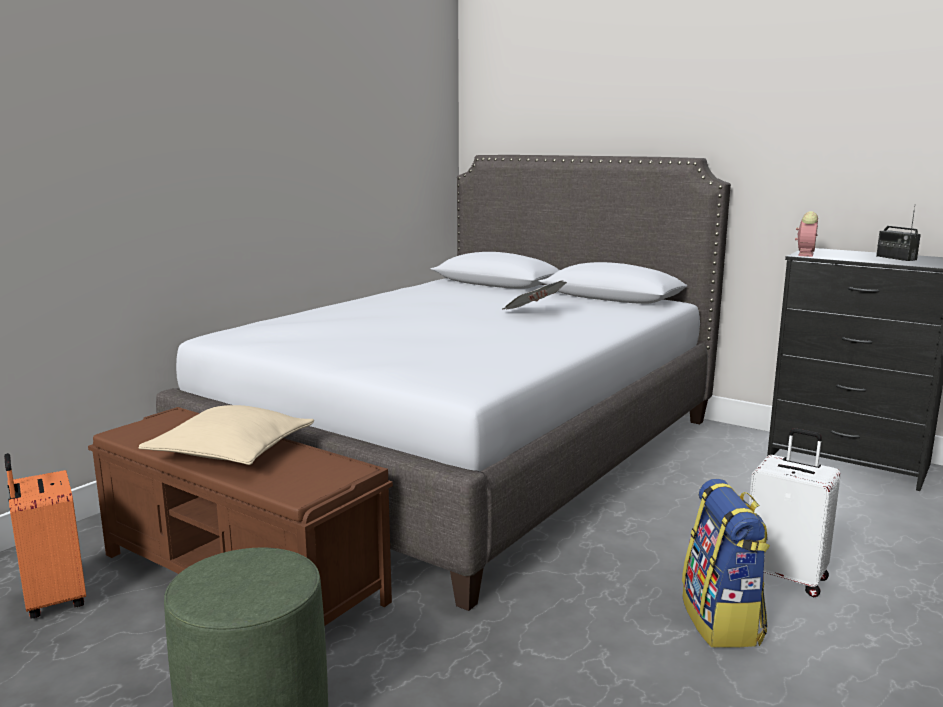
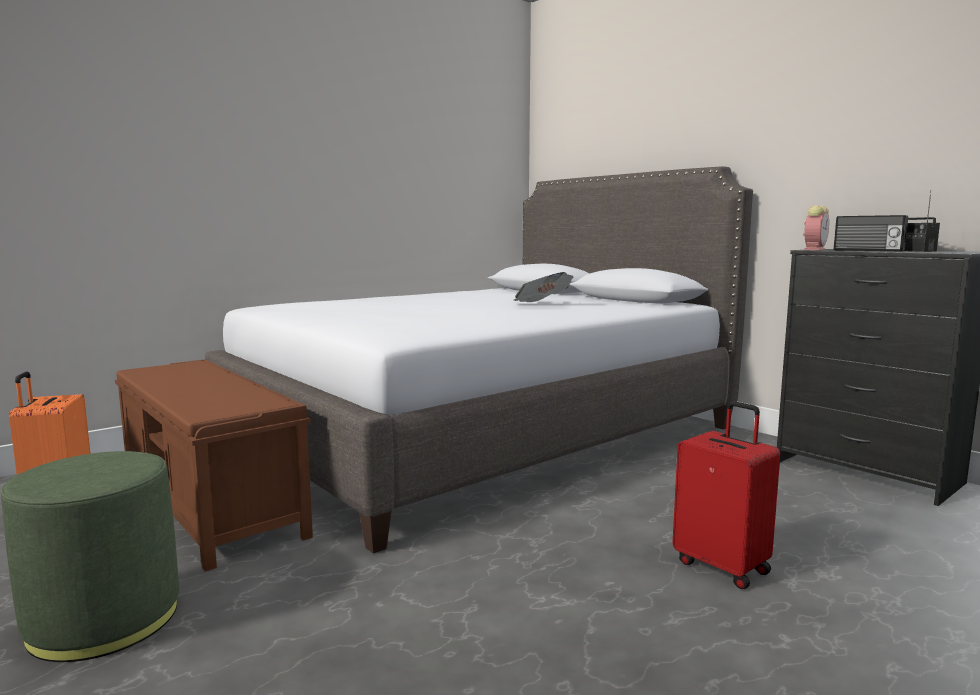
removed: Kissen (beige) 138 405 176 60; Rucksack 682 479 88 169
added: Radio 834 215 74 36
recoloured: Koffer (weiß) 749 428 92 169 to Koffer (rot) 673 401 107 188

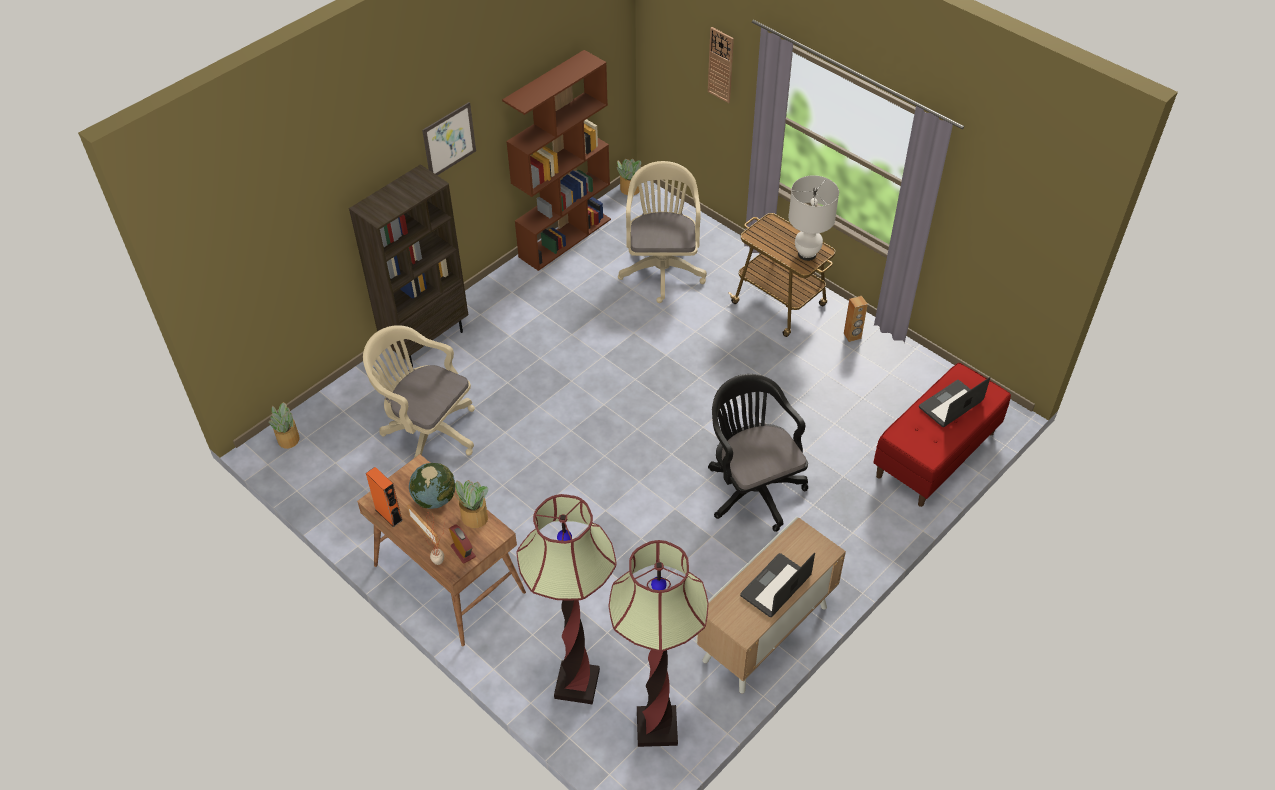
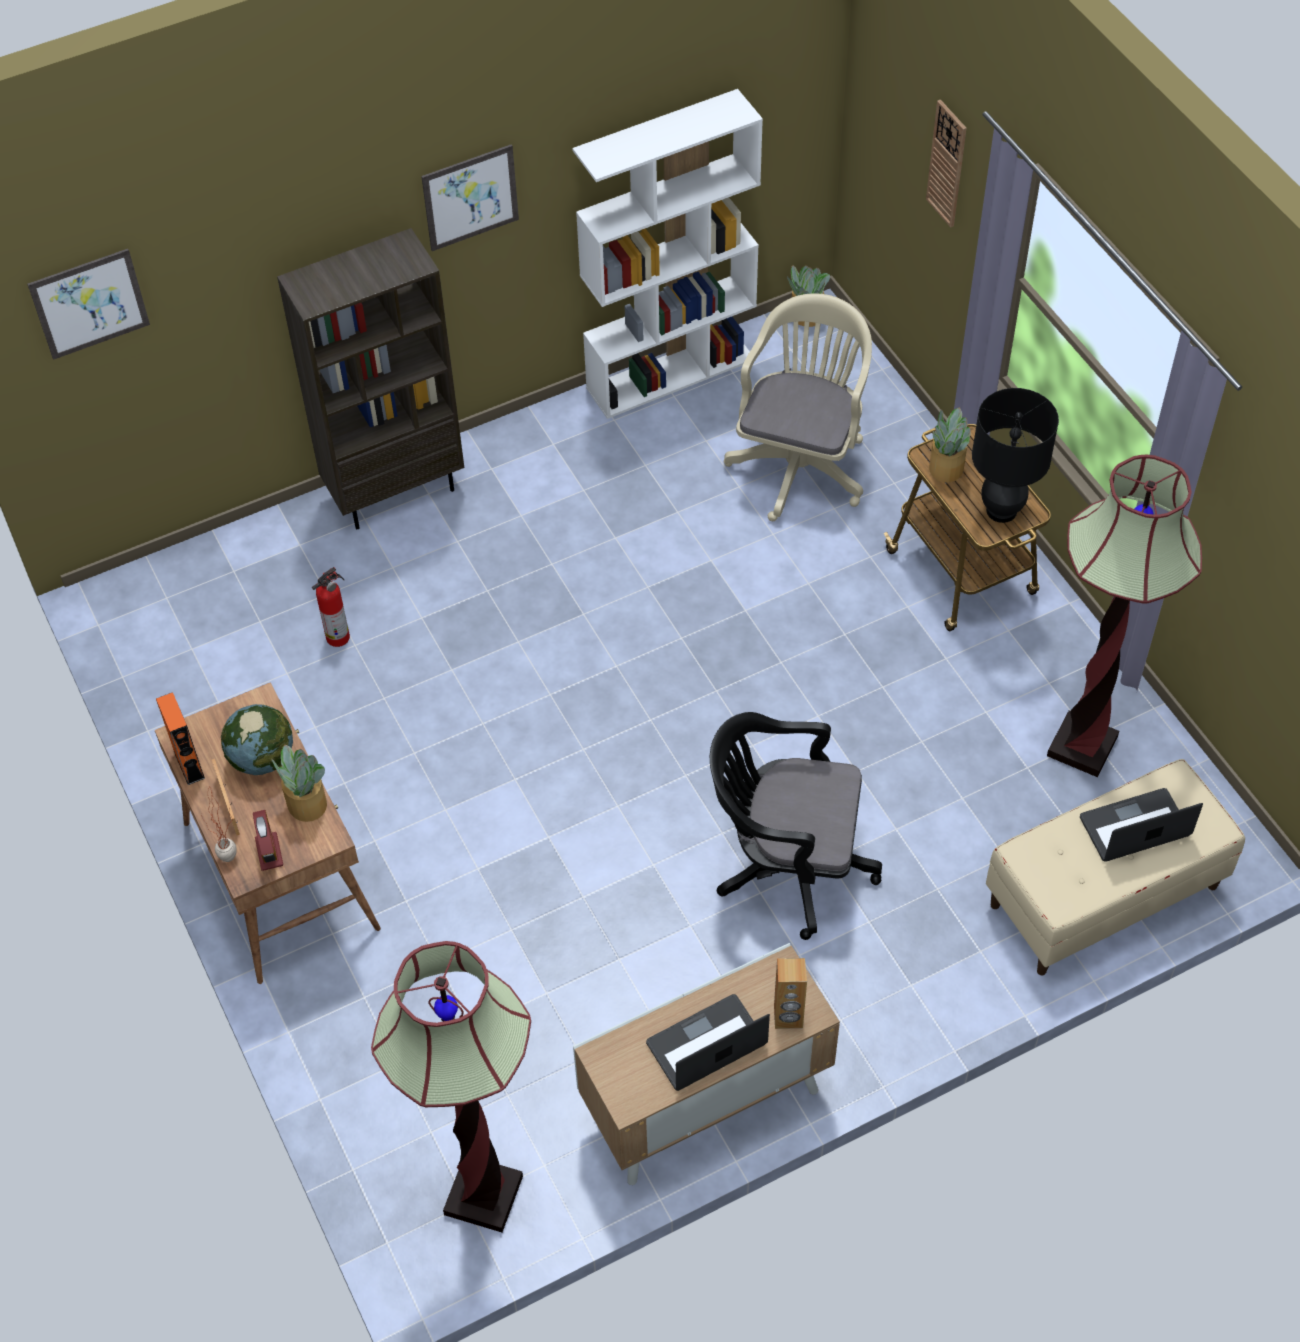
added: Bild 27 249 123 111
moved: Topfpflanze 269 402 31 47 to 929 408 42 74; Stehlampe 516 494 101 210 to 1047 455 155 322; Lautsprecher (braun) 844 296 24 46 to 774 958 33 71
replaced: Bürostuhl (beige) 363 325 112 133 to Feuerlöscher 312 567 38 80
recoloured: Bücherregal (braun) 502 50 109 221 to Bücherregal (weiß) 572 89 191 330; Tischlampe (weiß) 788 175 51 86 to Tischlampe (schwarz) 972 388 87 135; Bank (rot) 873 363 138 144 to Bank (beige) 986 759 259 216
turned: Bürostuhl (schwarz) 708 374 100 158 = 710 712 172 228 75 degrees counterclockwise

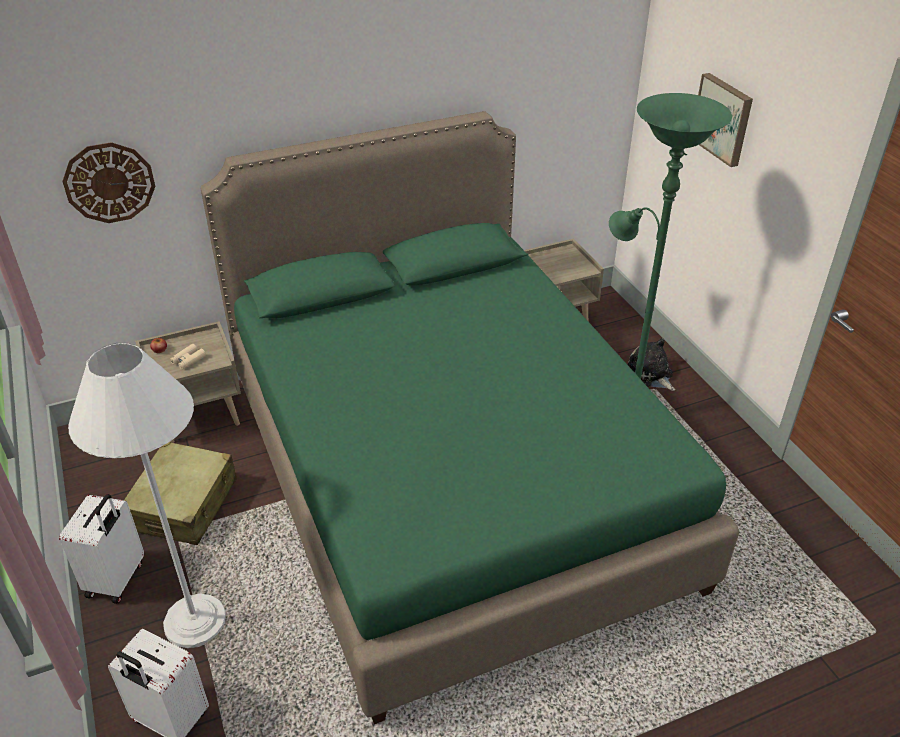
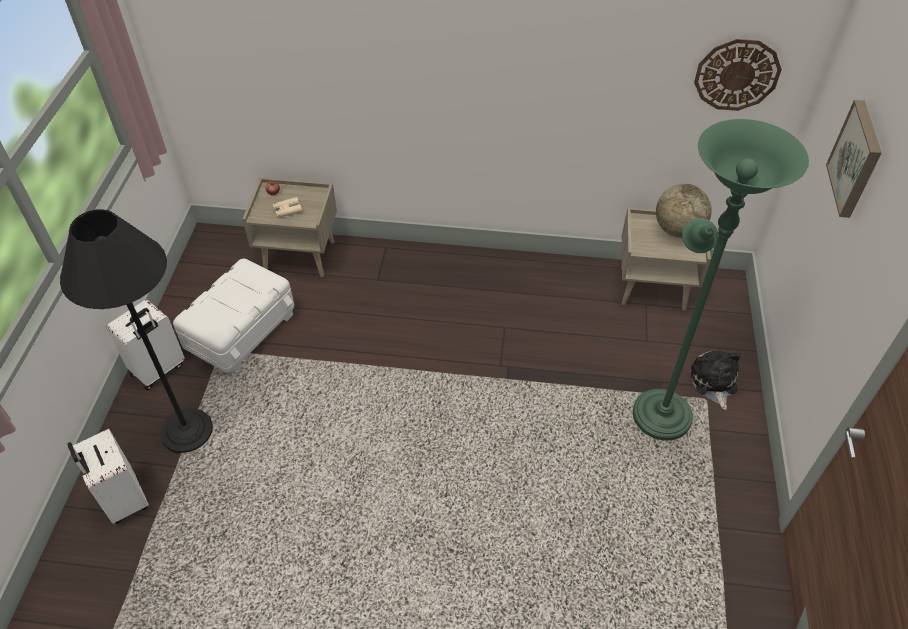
removed: Bett (grün) 201 111 538 613
added: Globus 656 184 56 54
moved: Wanduhr 62 142 93 81 to 694 39 88 72
replaced: Koffer (beige) 124 442 113 103 to Aufbewahrungsbox (weiß) 173 259 121 114
recoloured: Stehlampe (weiß) 68 343 158 305 to Stehlampe (schwarz) 60 210 153 244

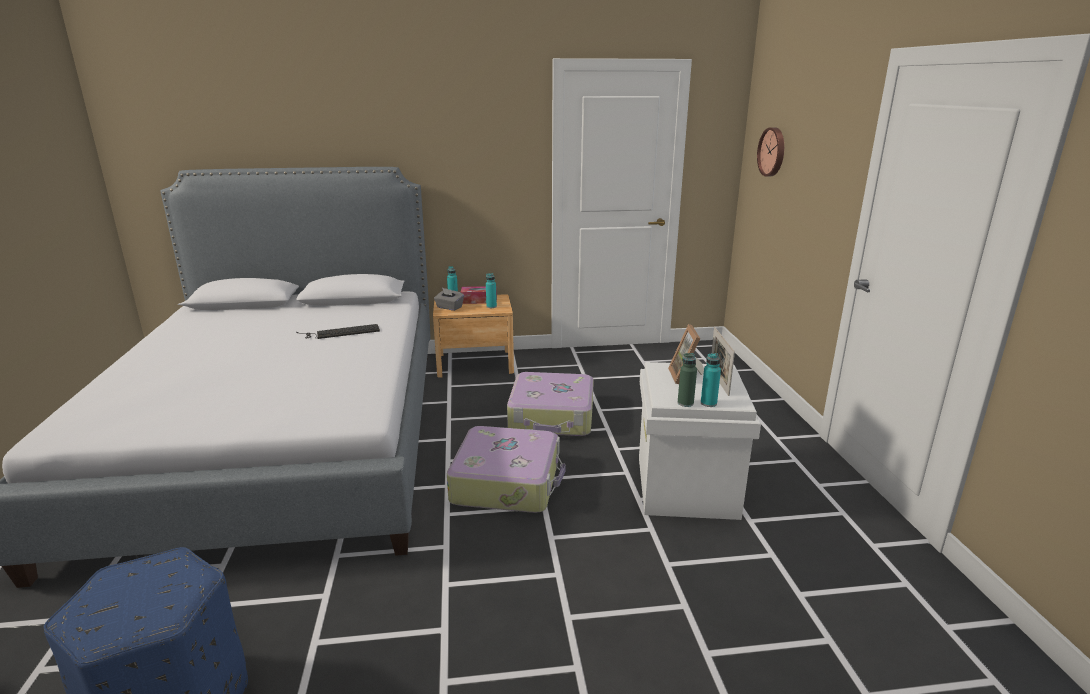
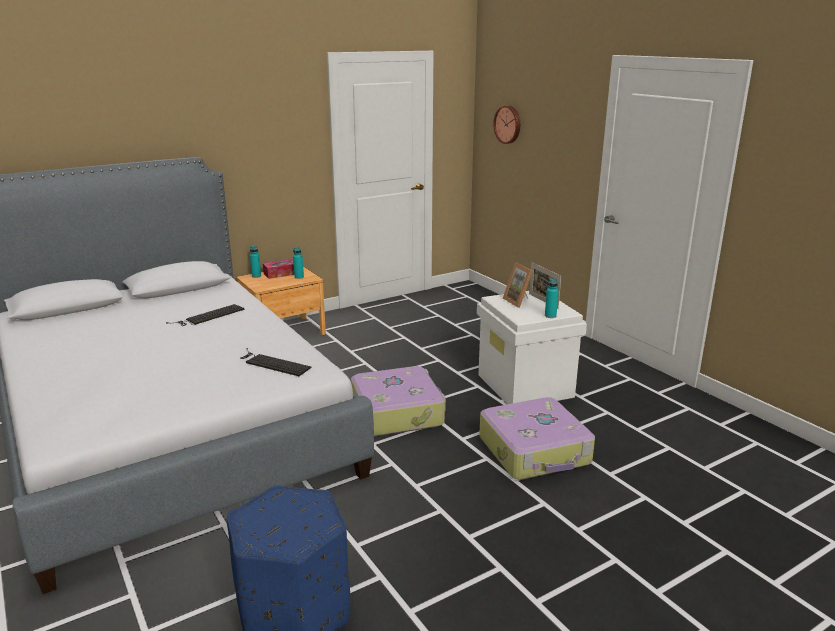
removed: Taschentuchbox (grau) 434 288 30 23; Flasche (grün) 677 353 20 54
added: Tastatur 240 348 72 28
moved: Koffer 507 372 87 64 to 479 397 116 83

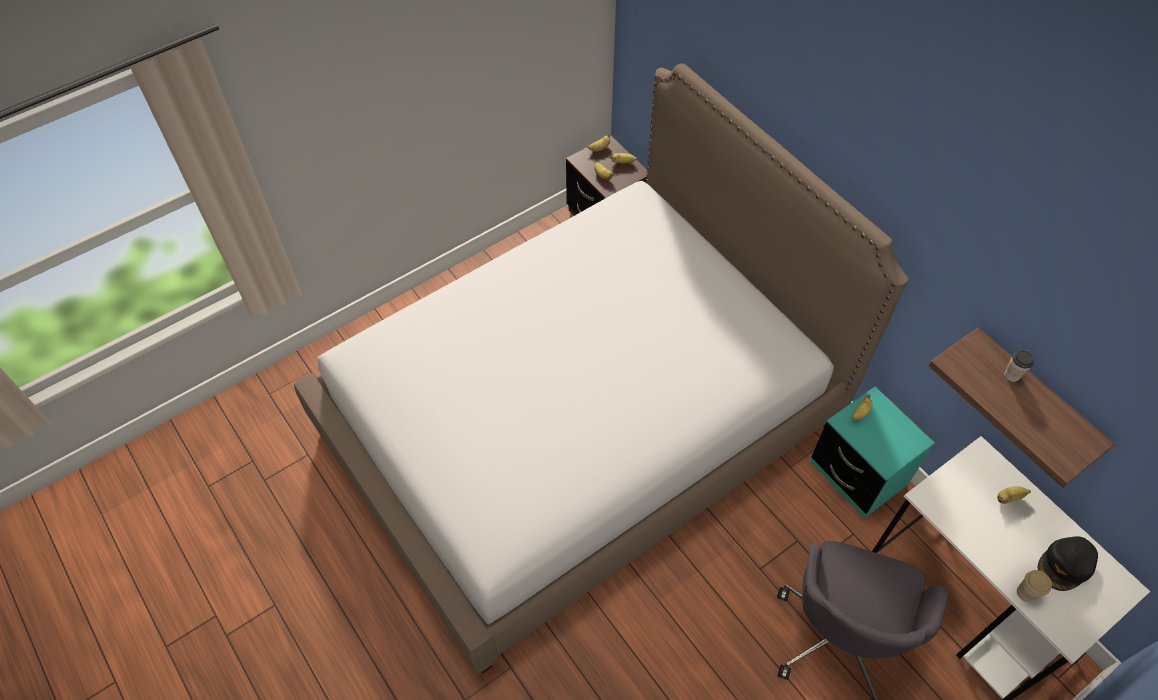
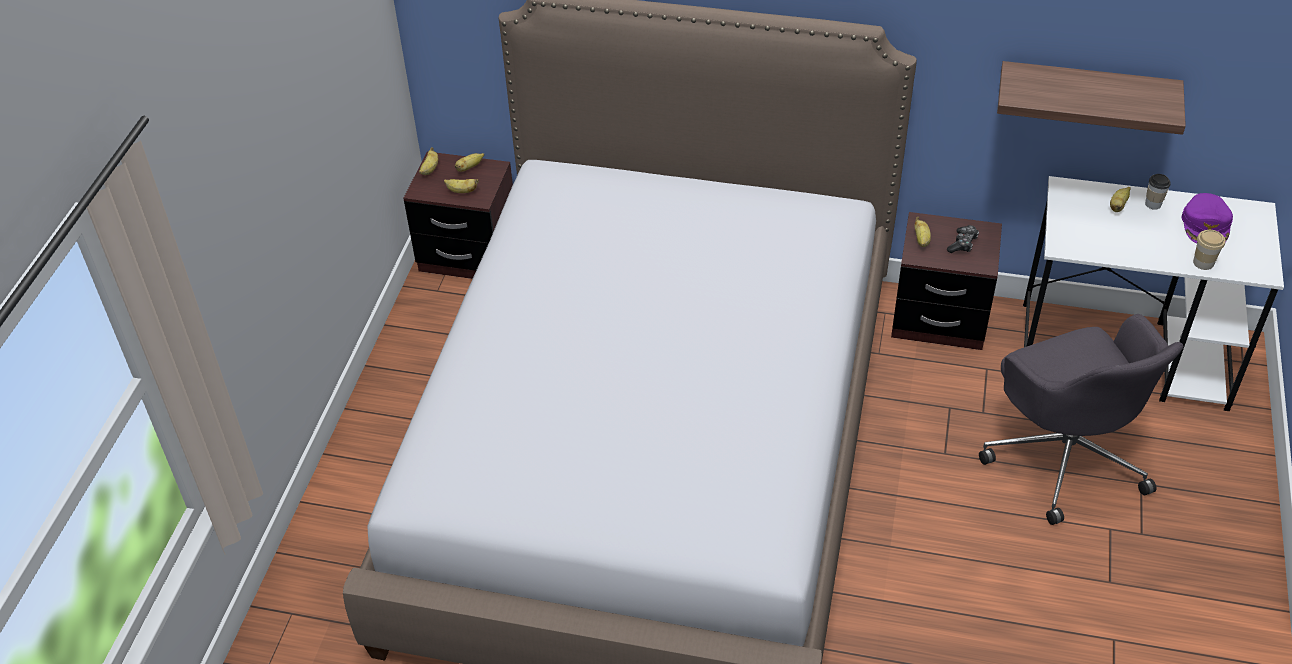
added: Gamepad 947 225 32 28
moved: Tasse 1004 350 30 32 to 1145 174 26 36
recoloured: Nachttisch (türkis) 811 387 124 131 to Nachttisch (braun) 891 212 111 138; Kappe (schwarz) 1038 536 60 55 to Kappe (lila) 1182 193 51 51

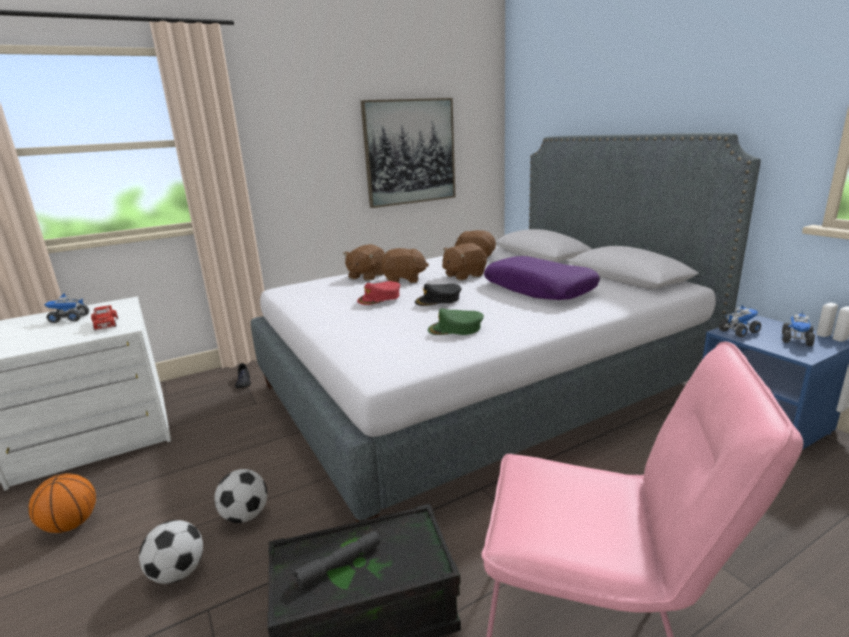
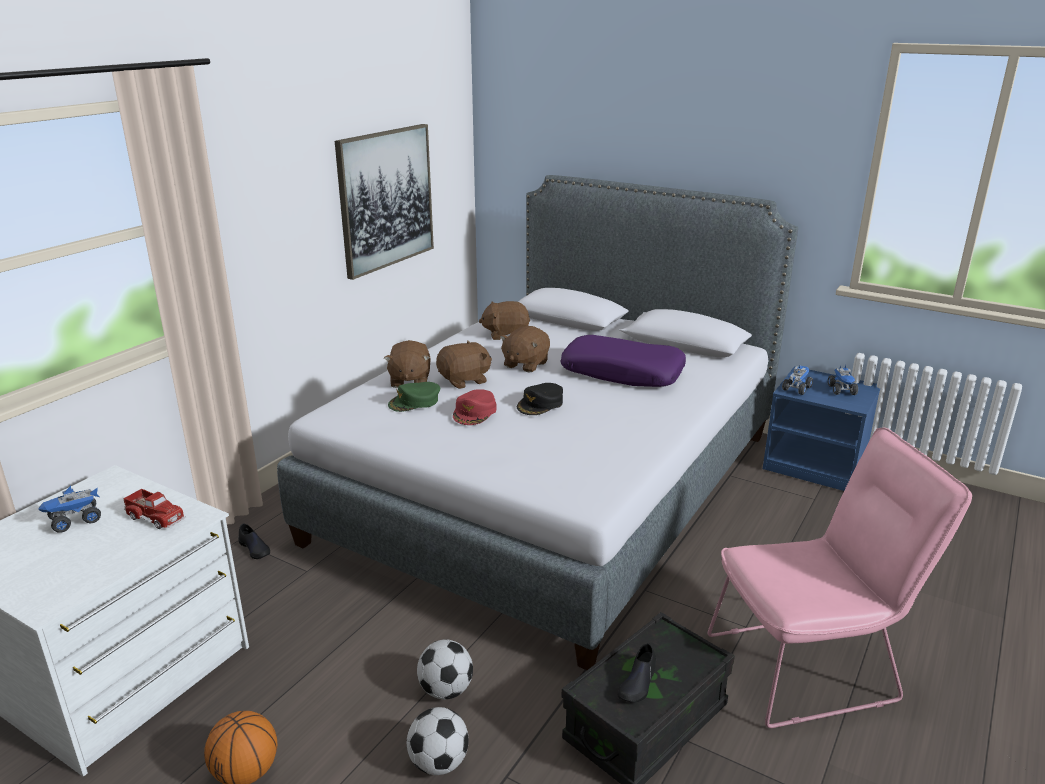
moved: Kappe (grün) 428 309 56 26 to 388 382 52 30
replaced: Taschenlampe (grau) 294 531 86 58 to Schuh (schwarz) 618 643 38 60

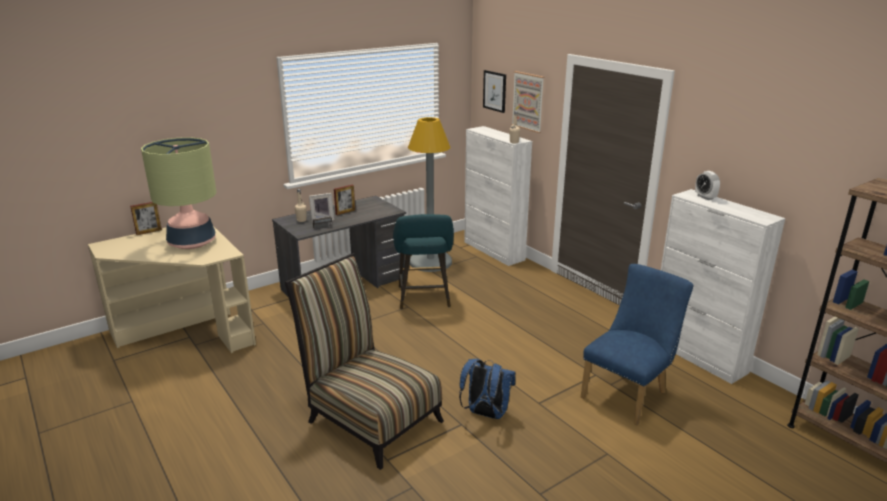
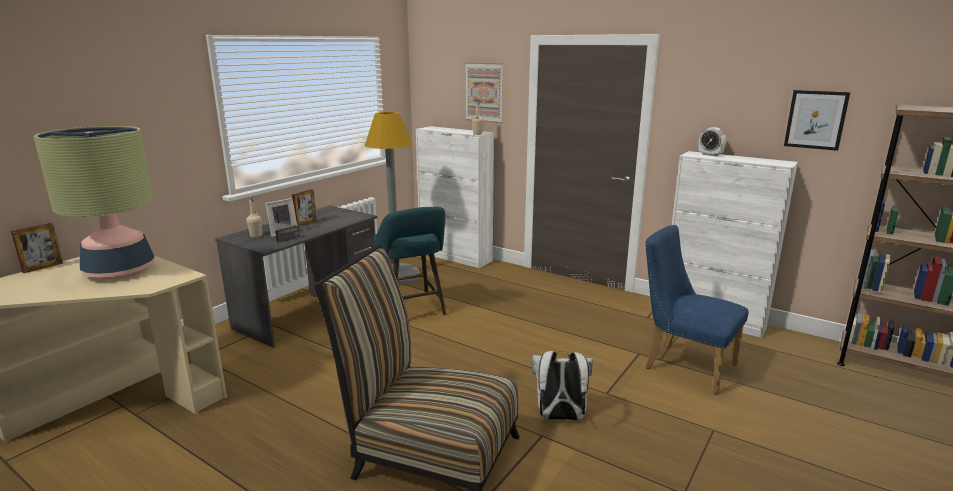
moved: Bild 483 70 23 43 to 784 90 66 61
recoloured: Rucksack (blau) 459 359 56 60 to Rucksack (weiß) 532 351 61 69
turned: Stuhl (blau) 581 264 112 161 = 645 225 104 170 75 degrees counterclockwise

